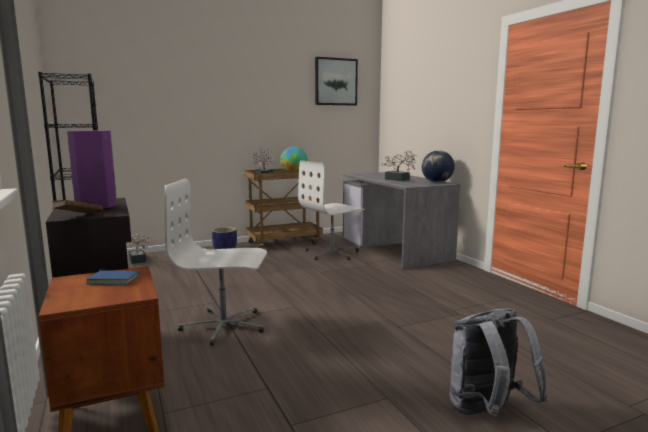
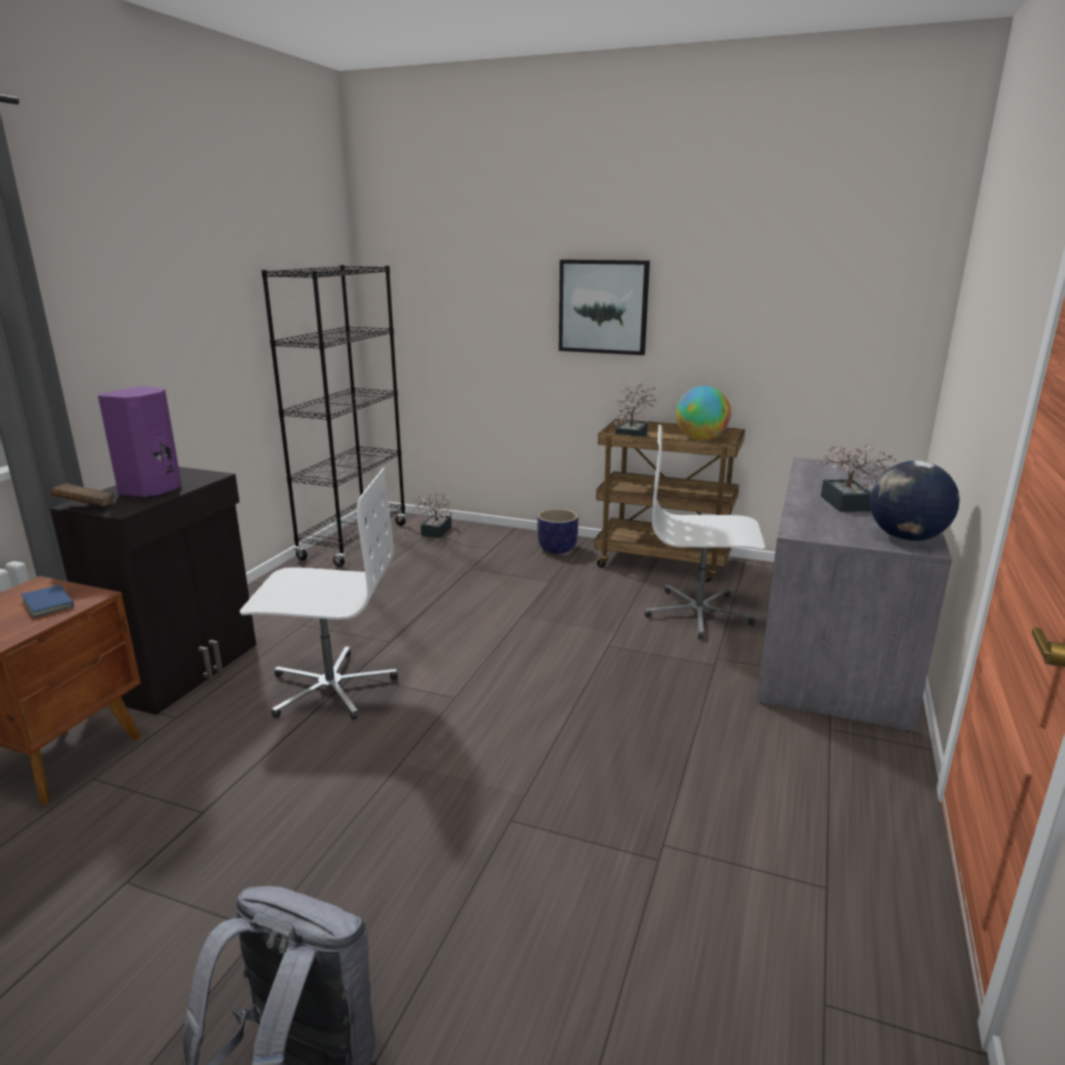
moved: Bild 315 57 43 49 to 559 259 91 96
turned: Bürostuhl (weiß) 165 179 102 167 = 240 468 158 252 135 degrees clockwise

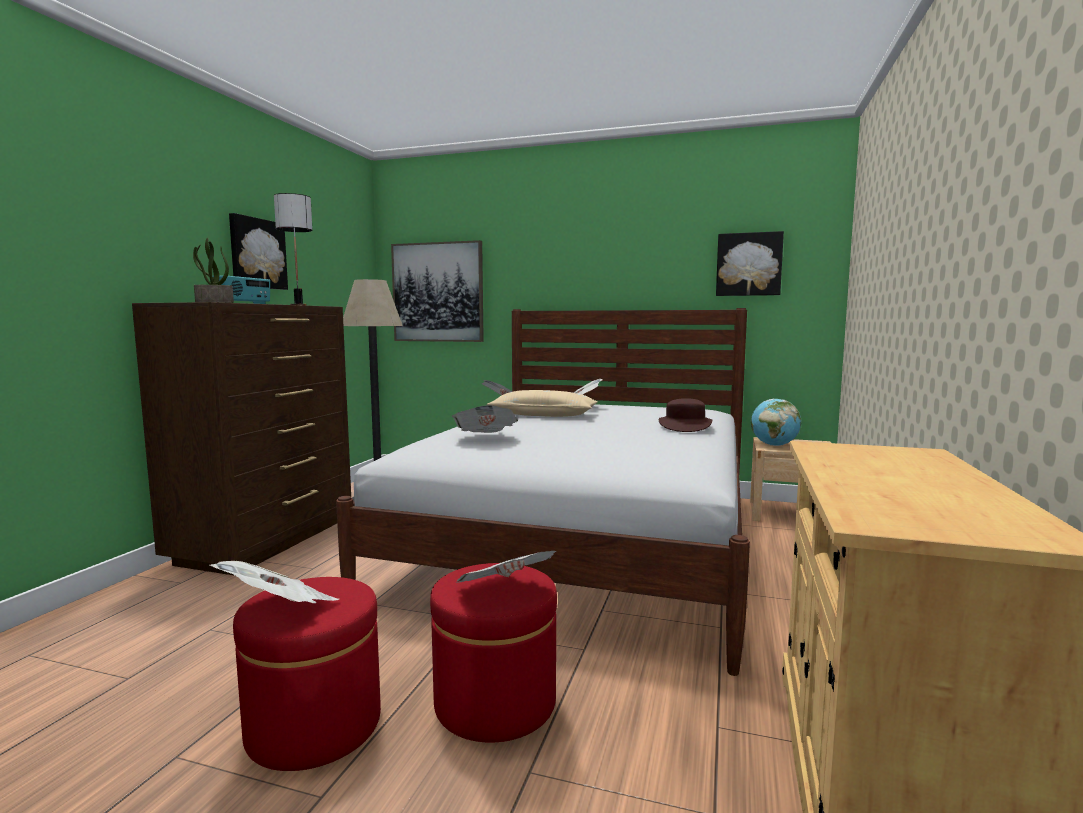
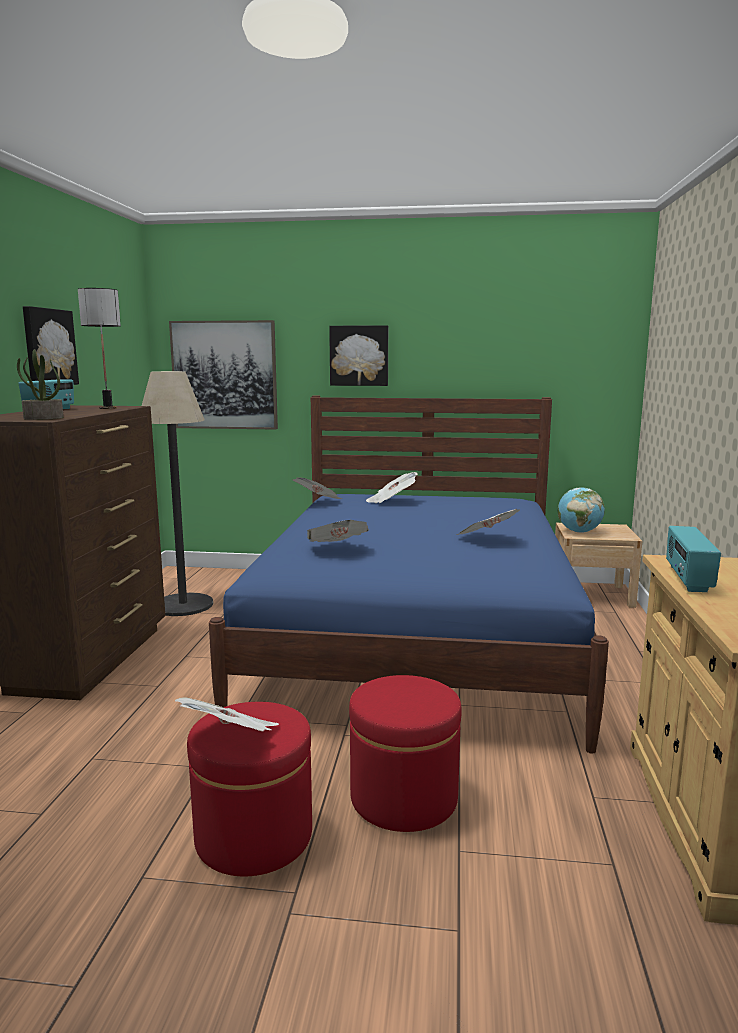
removed: Kissen (beige) 487 390 110 27; Hut (braun) 659 398 53 34
added: Radio 666 526 55 66
moved: Zeitung 456 551 100 32 to 456 509 64 26; Bild 716 231 68 65 to 329 325 59 61
recoloured: Bett (weiß) 336 308 414 368 to Bett (blau) 209 396 400 358

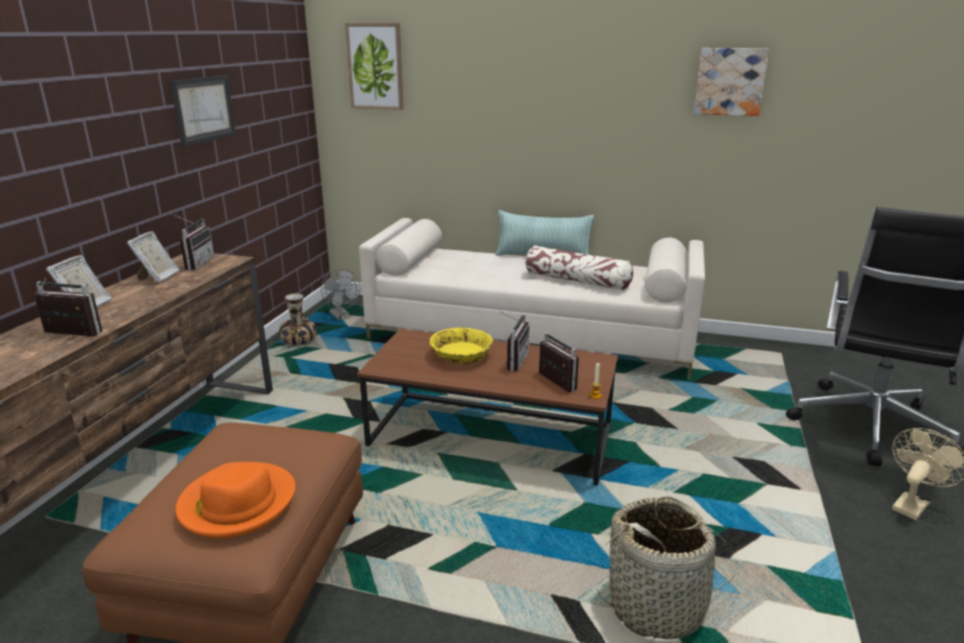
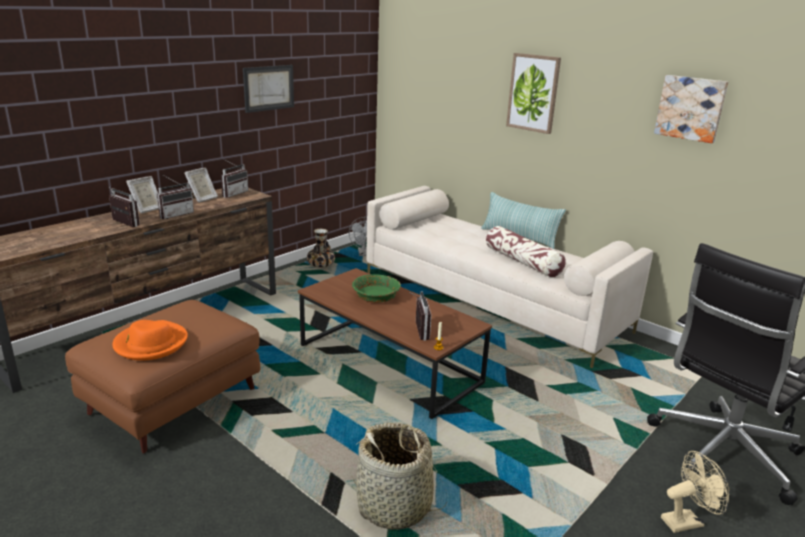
moved: Bild 345 23 59 87 to 506 53 55 81; Radio 501 312 29 60 to 157 175 37 44
recoloured: Schüssel (gelb) 430 327 63 37 to Schüssel (grün) 352 274 49 29

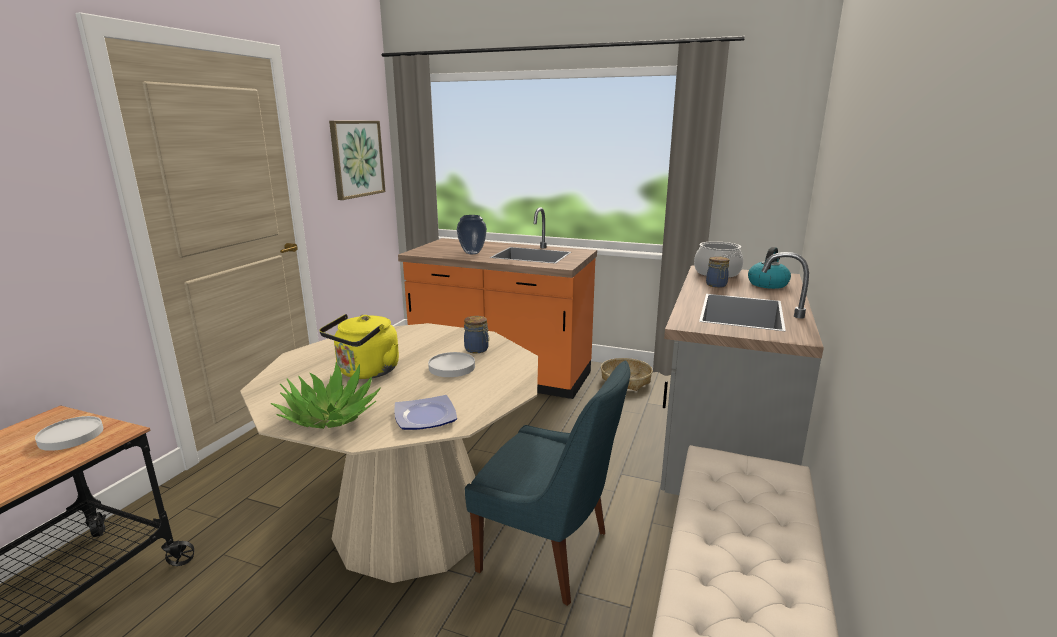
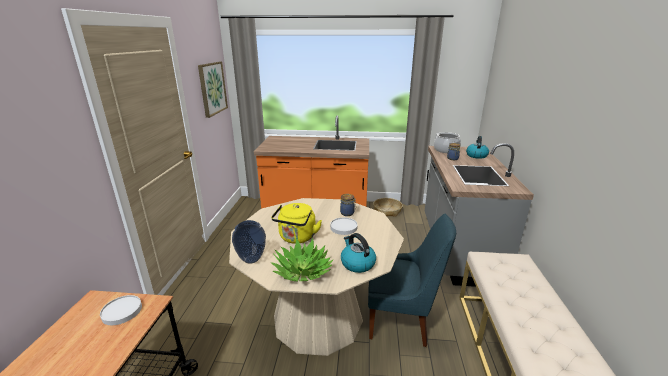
moved: Vase 457 215 30 39 to 232 220 34 44
replaced: Teller 394 395 63 35 to Wasserkessel 341 233 35 40

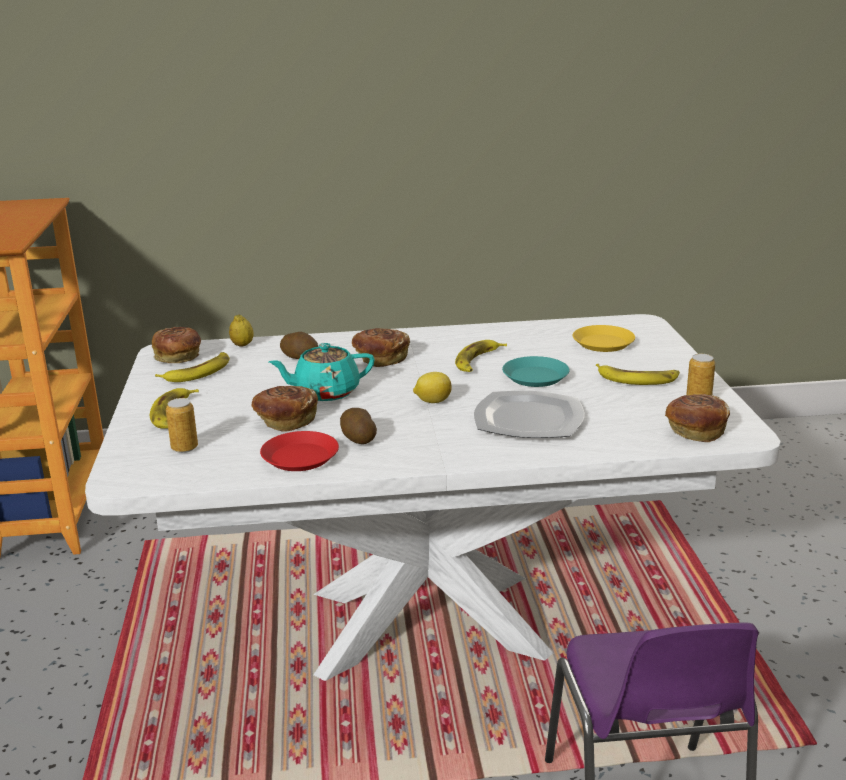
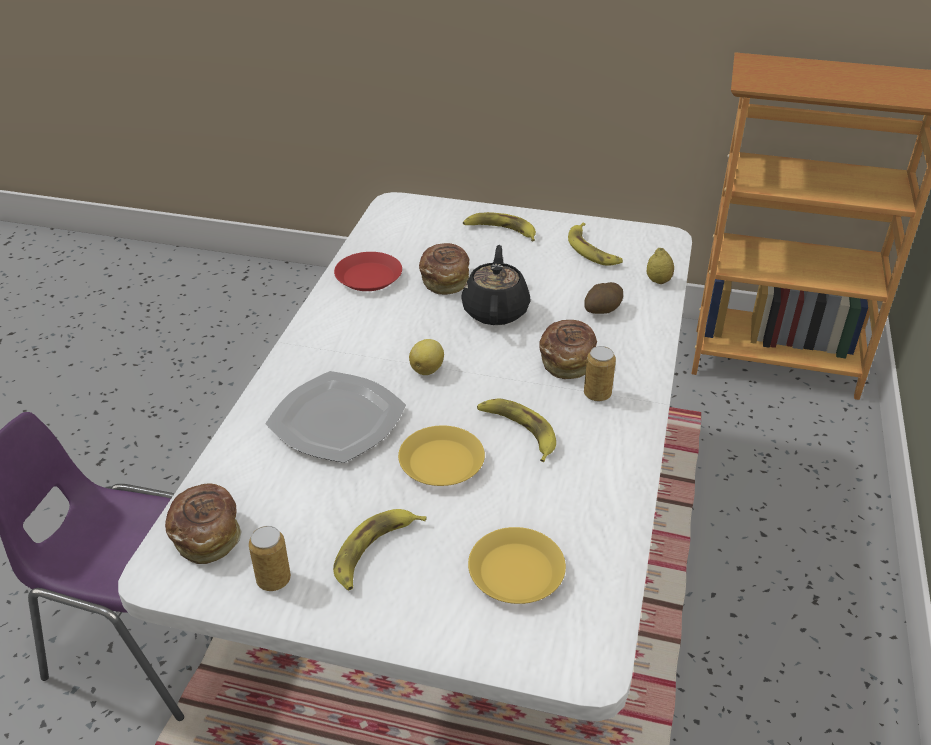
removed: Brot 152 327 49 36; Kartoffel 340 408 37 36
moved: Dose 166 398 32 55 to 584 346 32 55
recoloured: Teekanne (türkis) 269 343 106 58 to Teekanne (schwarz) 461 245 70 80; Teller (türkis) 502 356 67 31 to Teller (gelb) 398 425 87 61

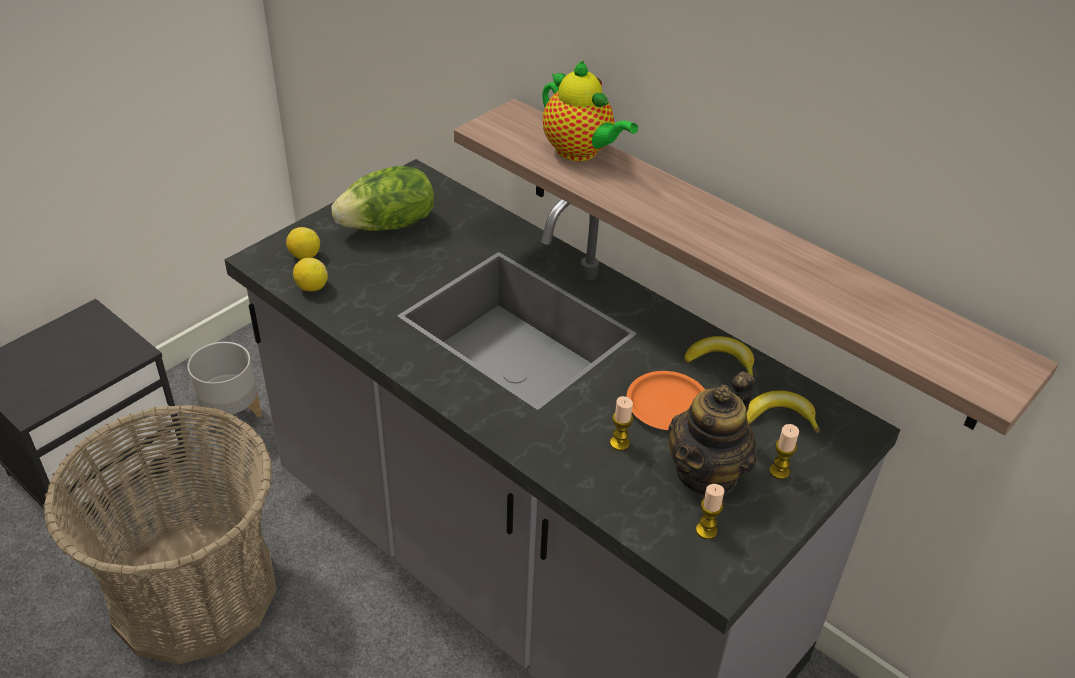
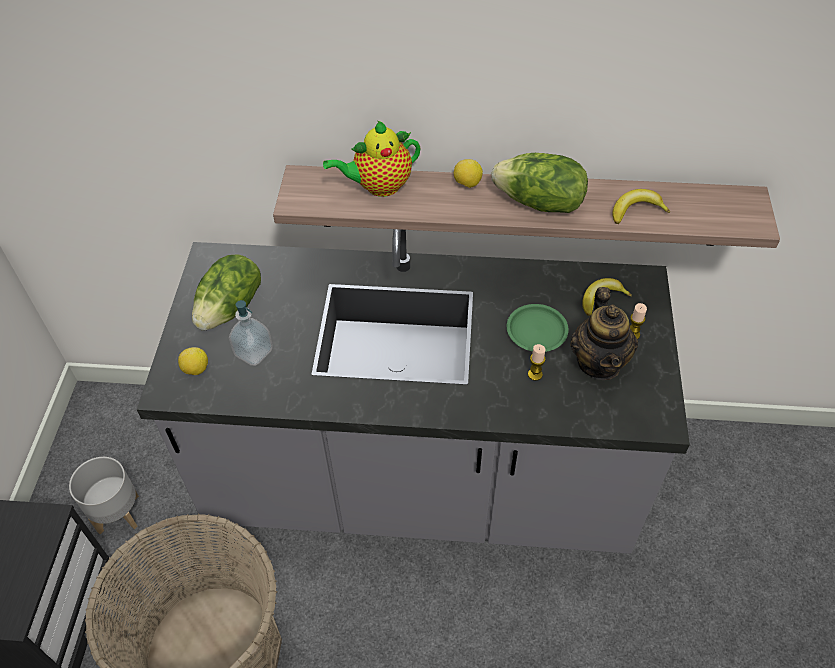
removed: Kerze 696 484 28 55
added: Seifenspender 229 300 44 66; Salatkopf 492 153 96 60
moved: Zitrone 293 257 35 34 to 454 159 29 29; Banane 684 336 70 40 to 612 189 58 35
recoloured: Teller (orange) 626 371 79 59 to Teller (grün) 507 304 62 48
turned: Teekanne 542 61 96 100 = 323 120 97 77 150 degrees clockwise

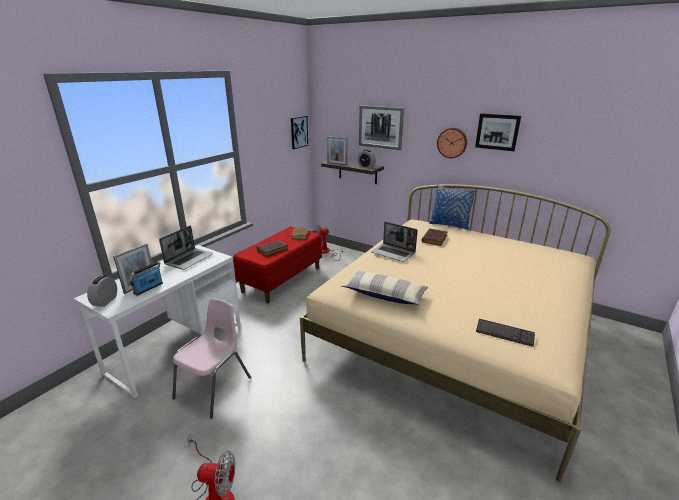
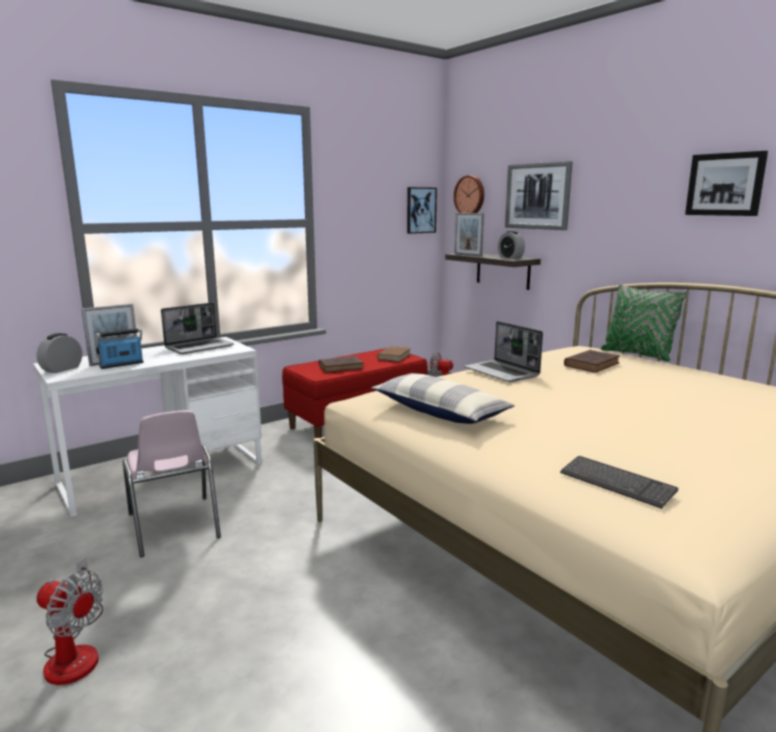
moved: Wanduhr 437 128 30 30 to 454 175 30 38
recoloured: Kissen (blau) 429 185 47 45 to Kissen (grün) 601 284 86 78
turned: Stuhl (rosa) 172 299 79 120 = 122 410 99 147 105 degrees clockwise

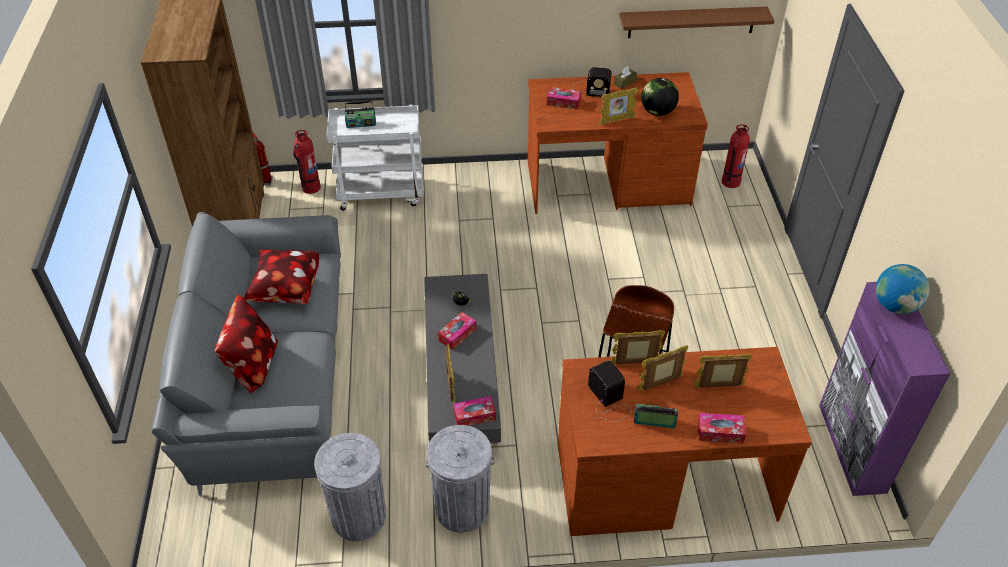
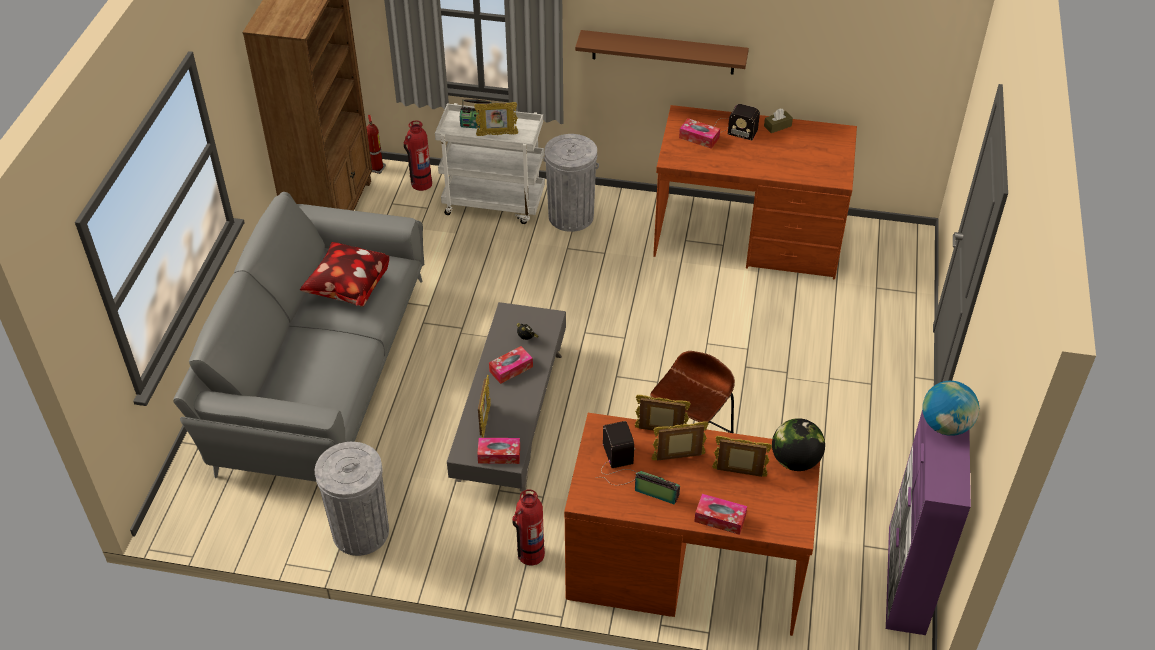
removed: Kissen 215 294 63 99
moved: Mülleimer (grau) 426 425 69 108 to 543 134 56 98; Bilderrahmen 599 87 40 38 to 474 102 44 34; Wandregal (braun) 619 6 156 32 to 575 30 174 44; Globus 641 78 38 38 to 772 418 53 53; Feuerlöscher 722 124 28 64 to 512 489 33 77

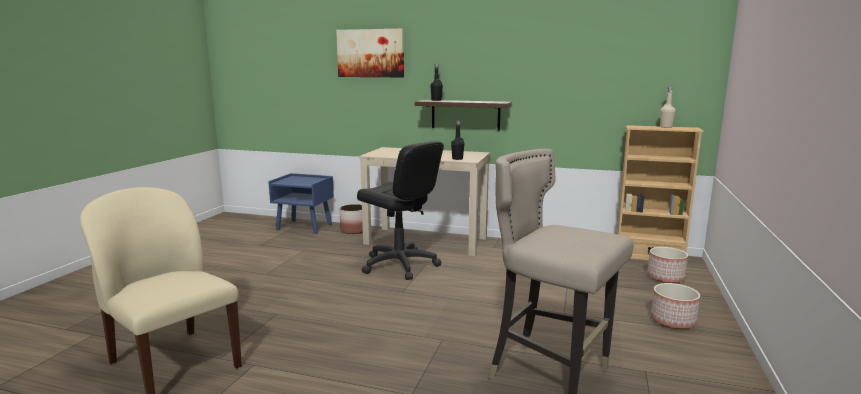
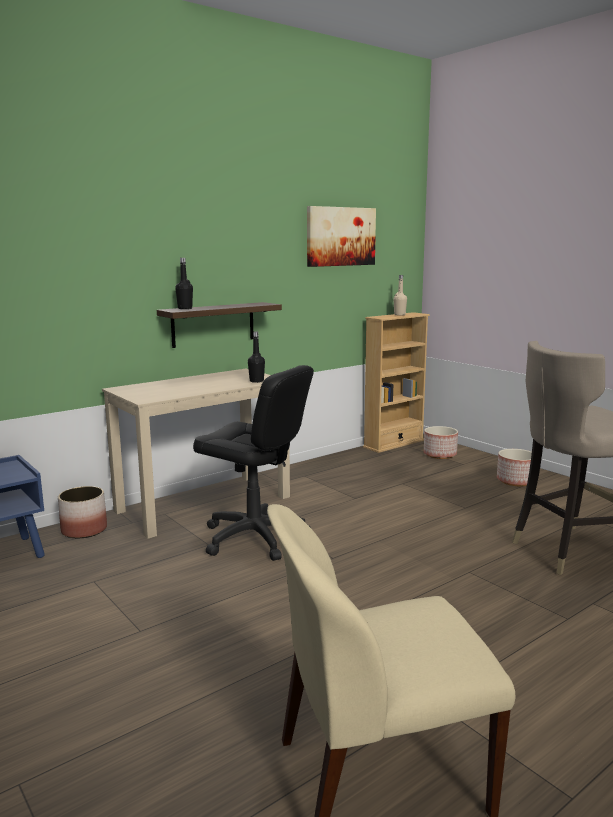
moved: Bild 336 29 68 48 to 307 206 69 61
turned: Bürostuhl (schwarz) 357 141 87 139 = 193 365 121 196 45 degrees clockwise

